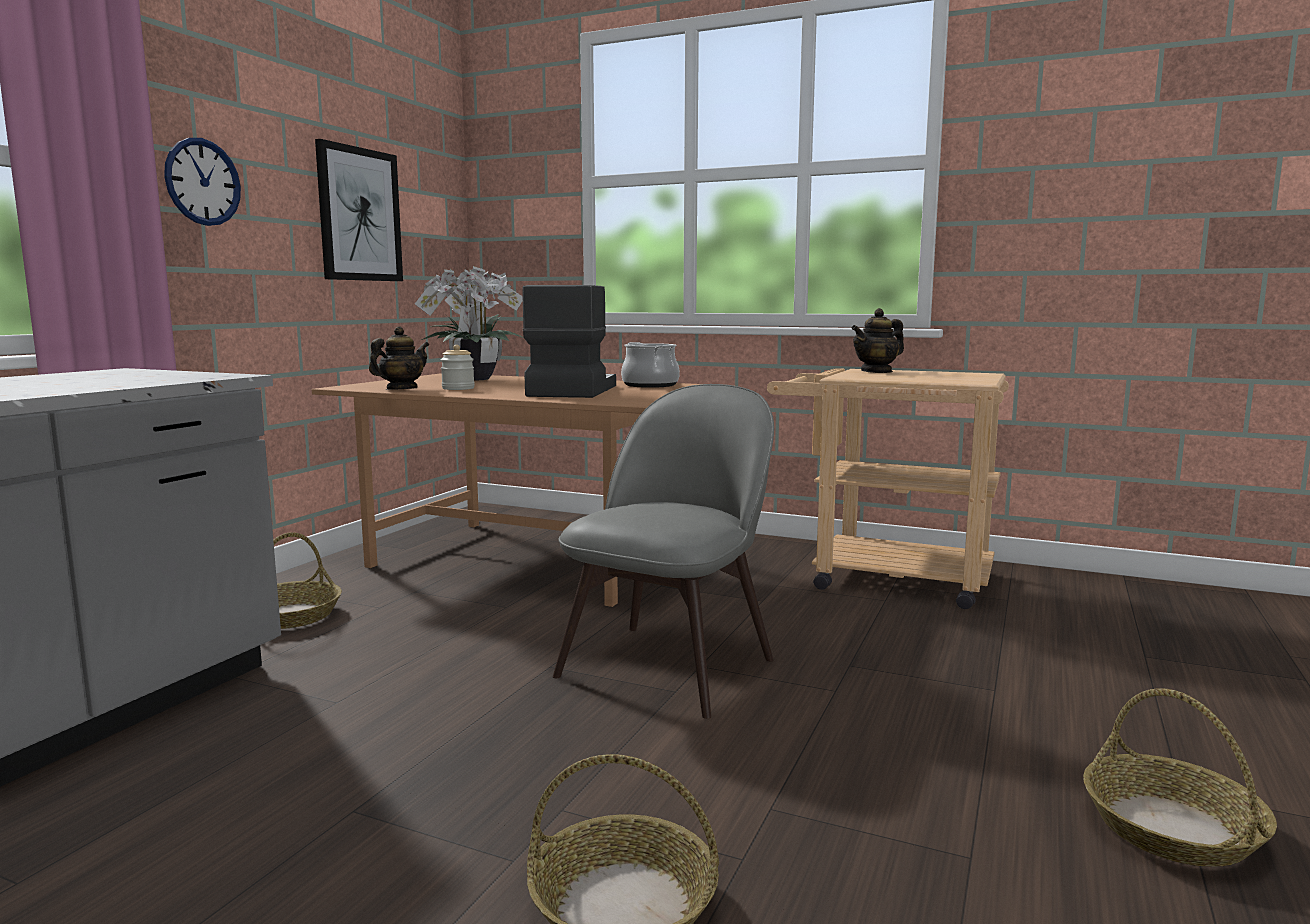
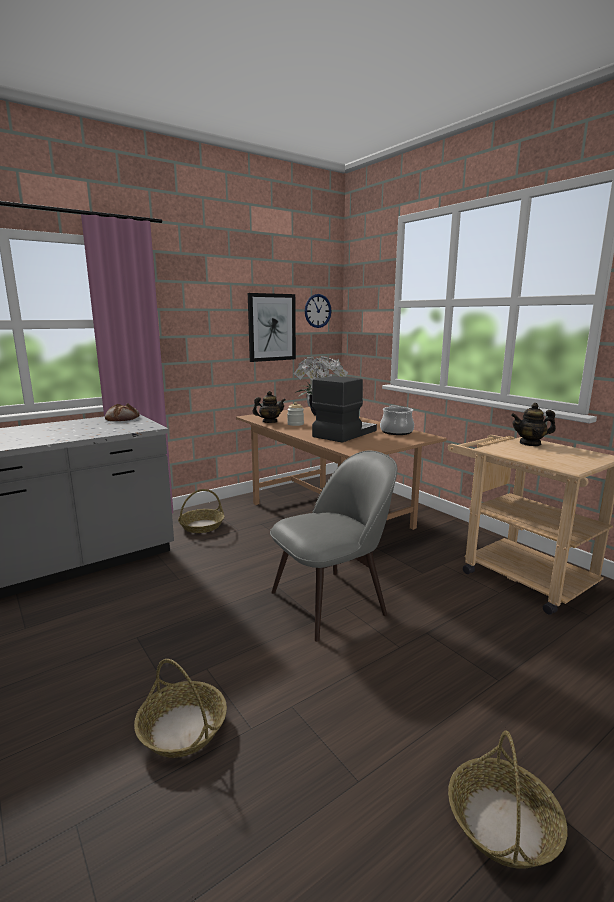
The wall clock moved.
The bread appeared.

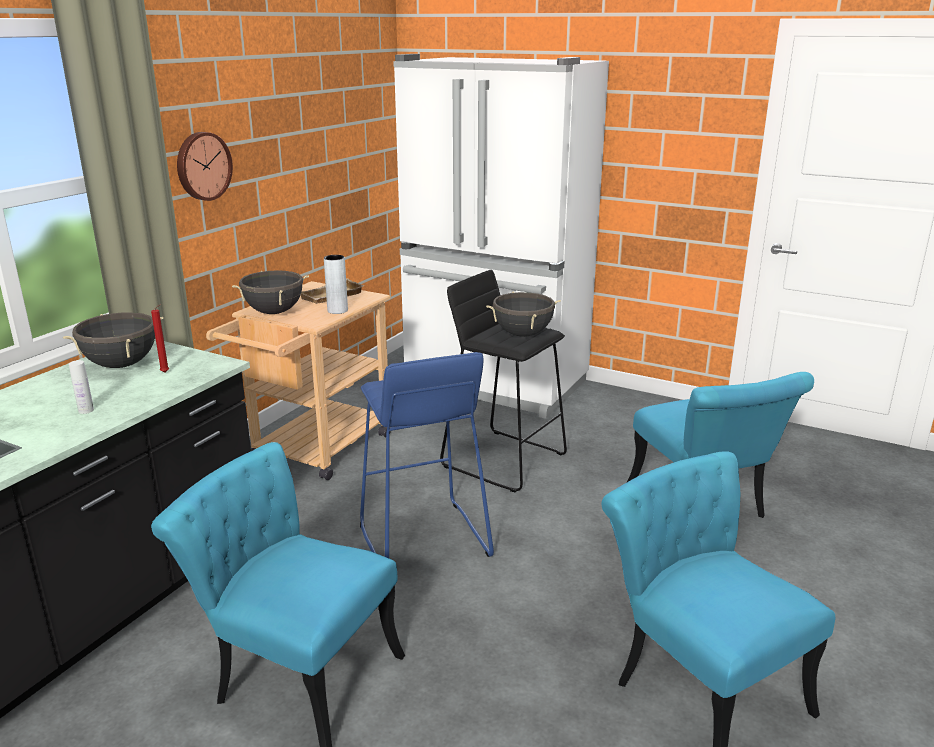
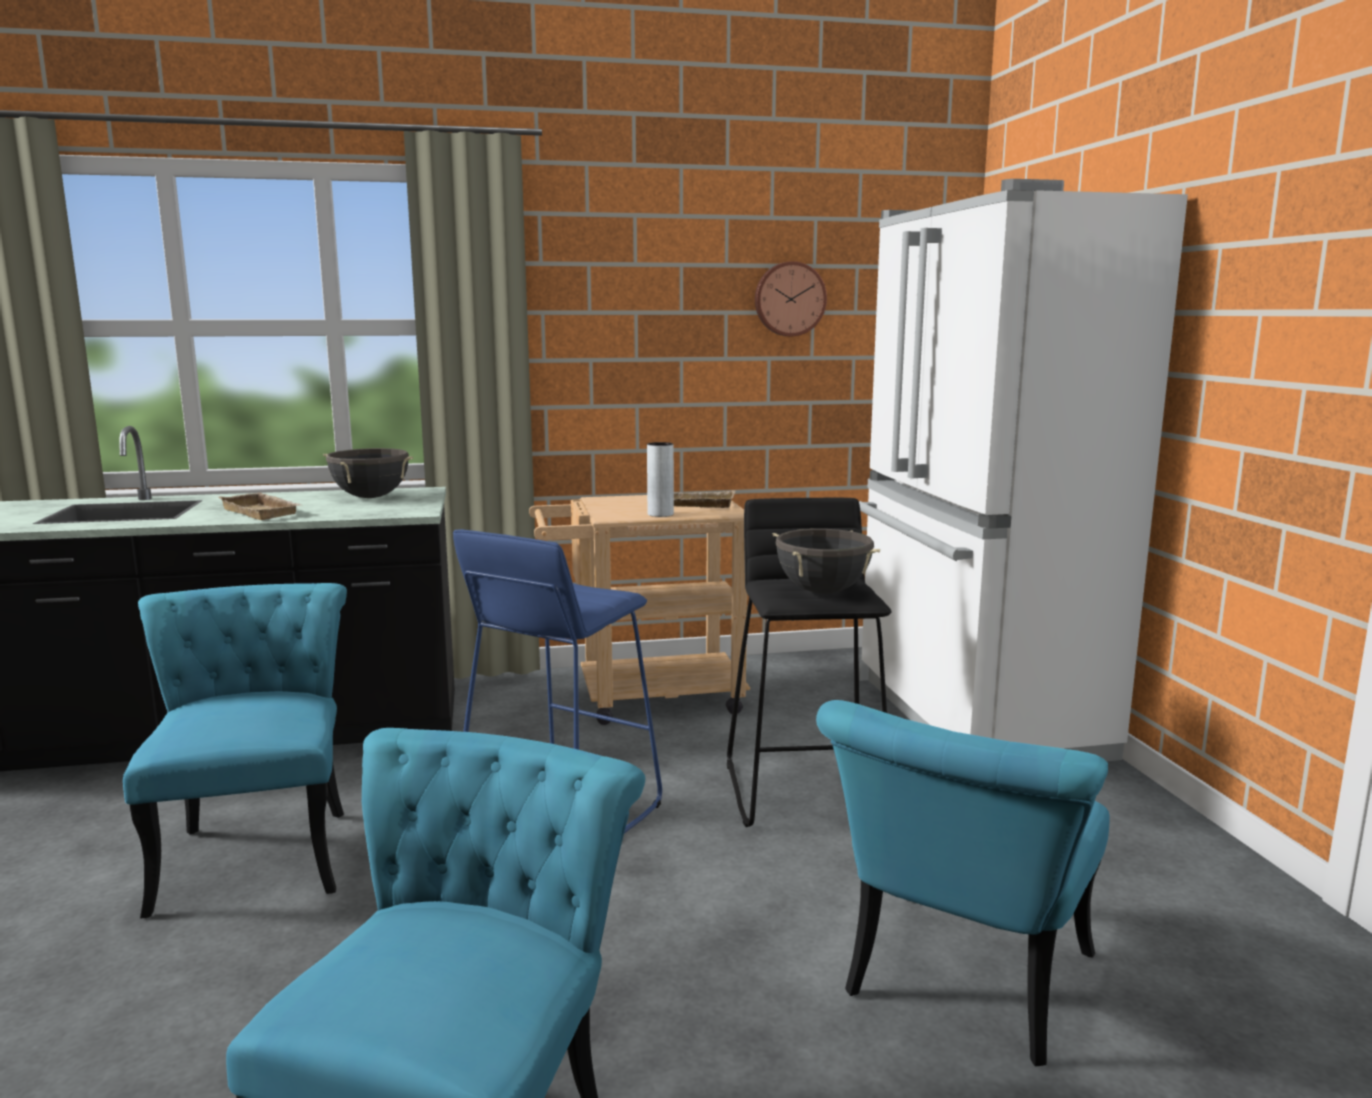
The wall clock moved.
The black cooking pot (2nd from left) disappeared.
The red candle disappeared.
The white bottle was replaced by the beige tray (1st from left).

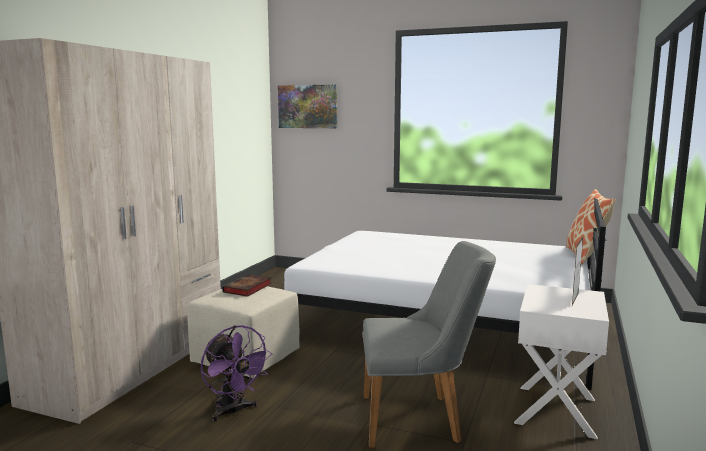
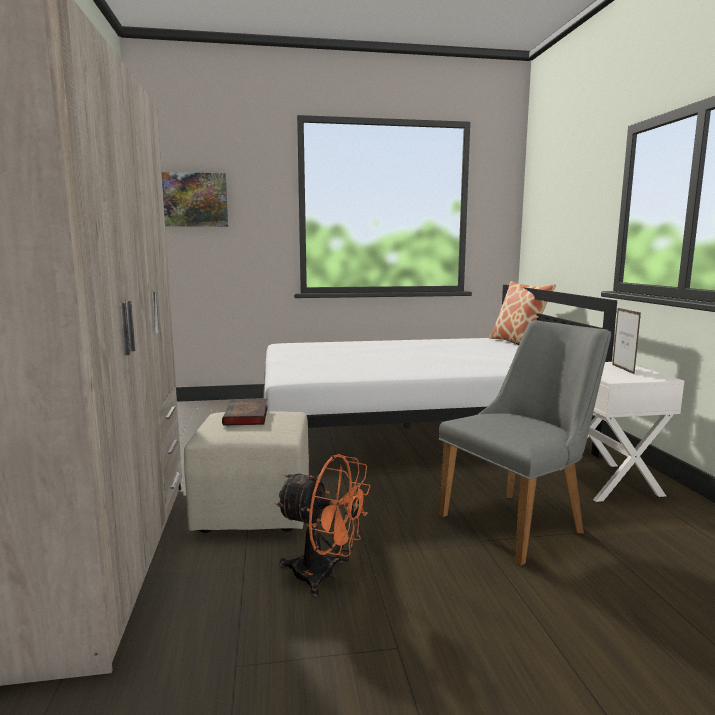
The purple fan became the orange fan.

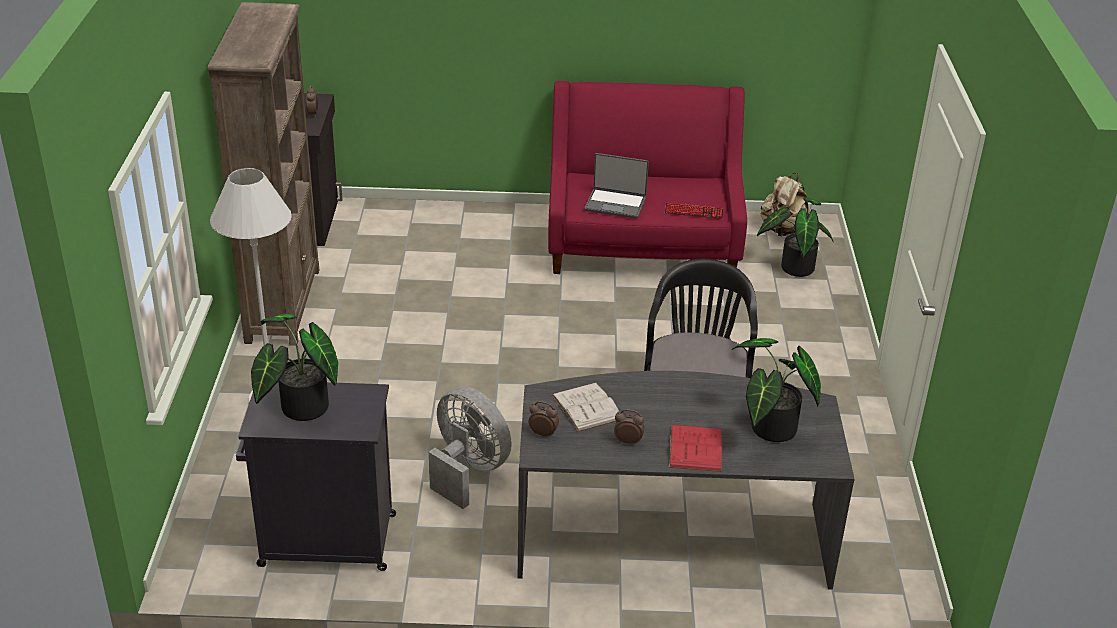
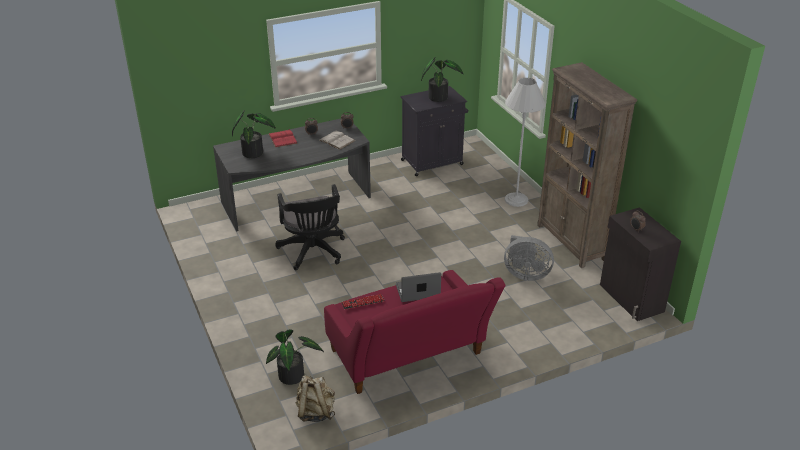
The grey fan moved.

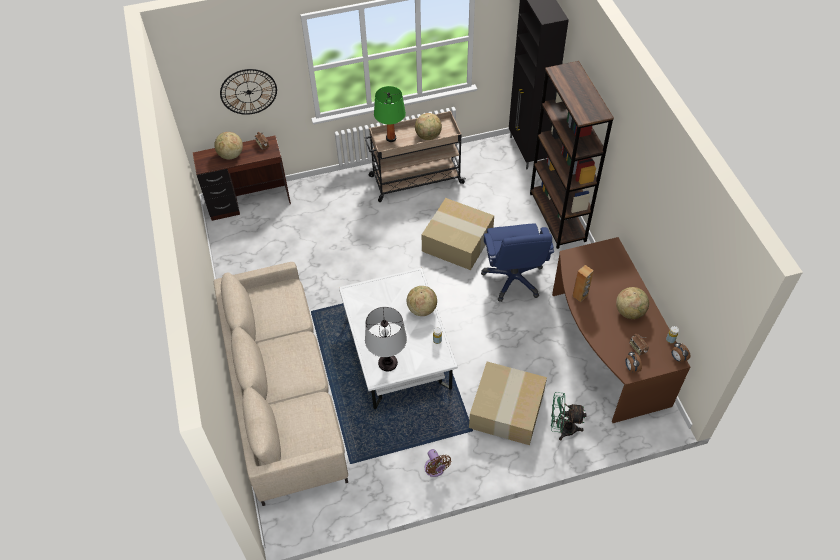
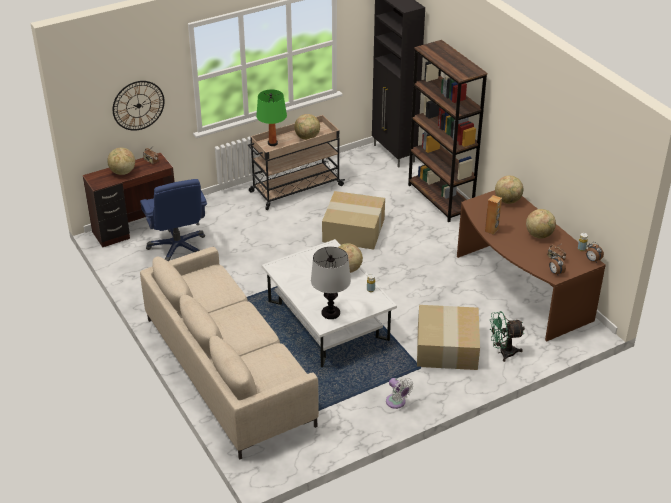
The blue office chair moved.
The brown fan became the white fan.
The globe (4th from left) appeared.

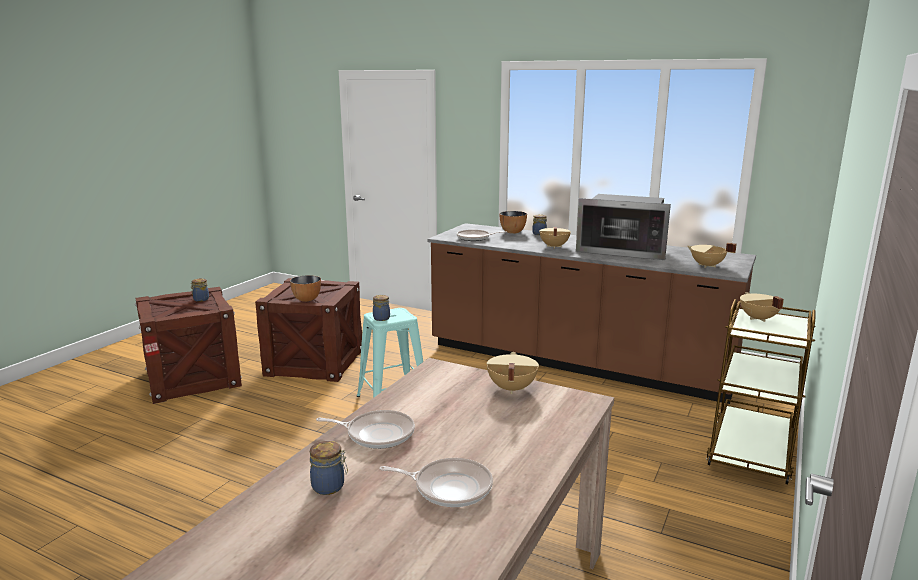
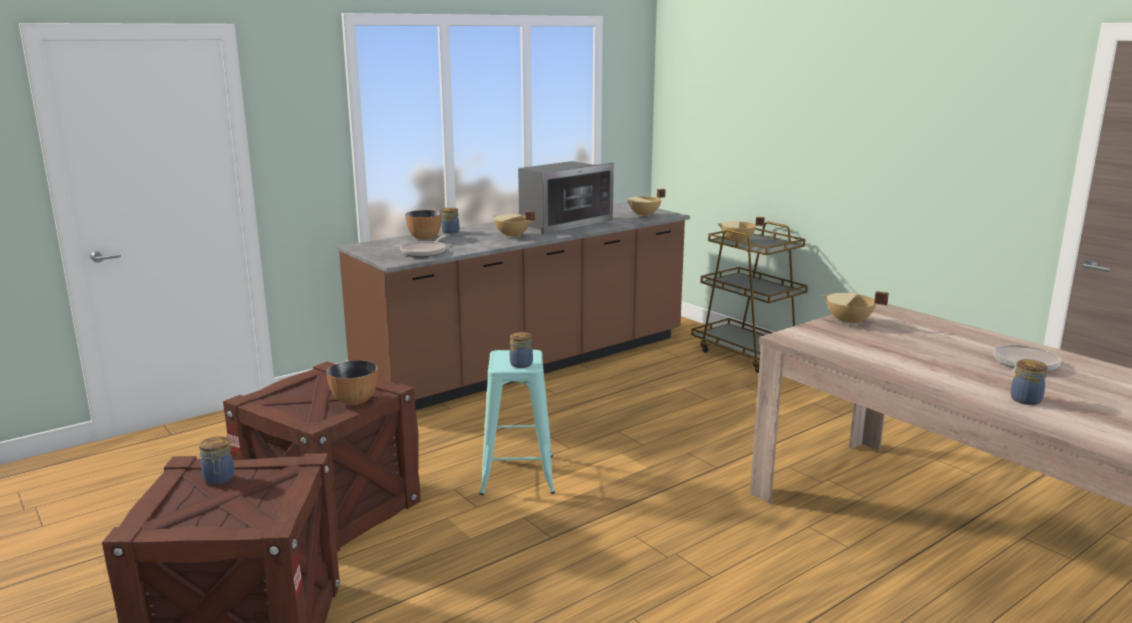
The frying pan (1st from left) disappeared.

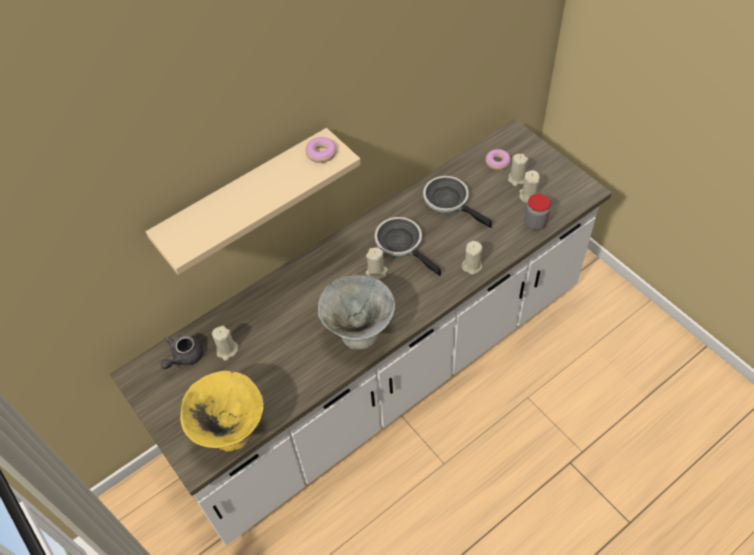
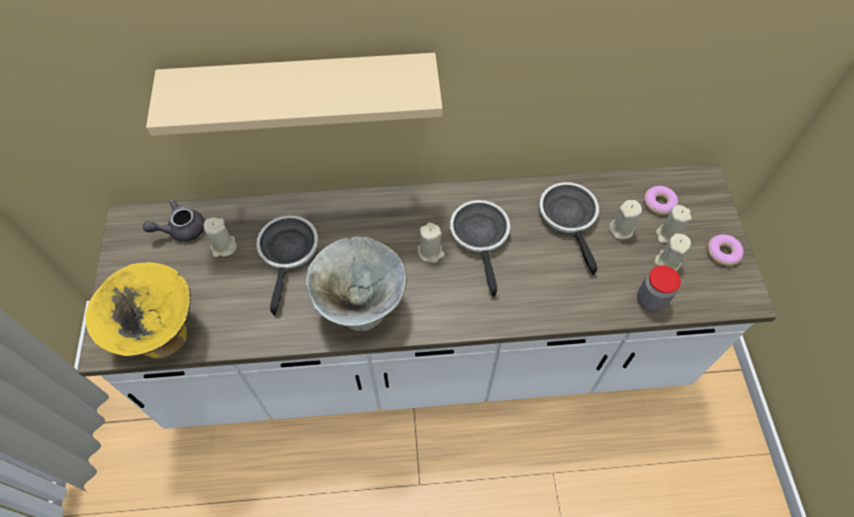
The donut (1st from left in the first image) moved.
The beige candle (3rd from left) moved.
The frying pan (1st from left) appeared.

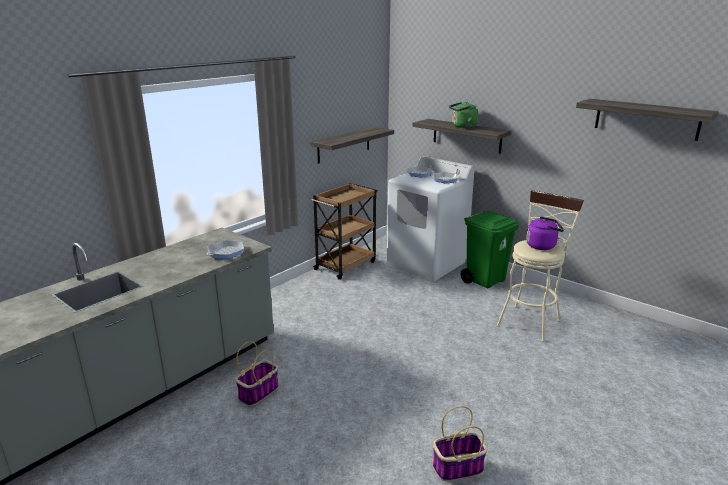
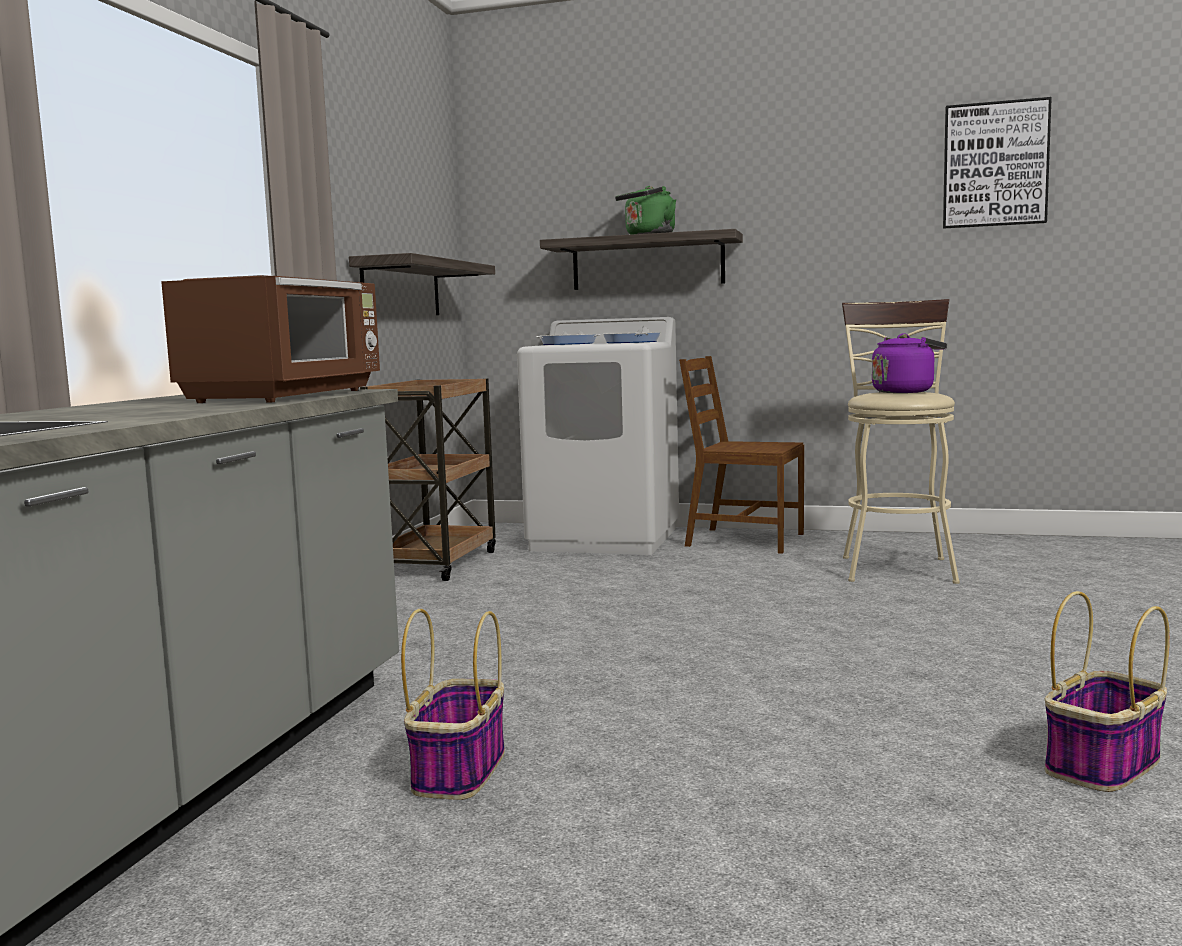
The shelf (3rd from left) was replaced by the picture.
The green trash can was replaced by the brown chair.
The frying pan (1st from left) was replaced by the brown microwave.

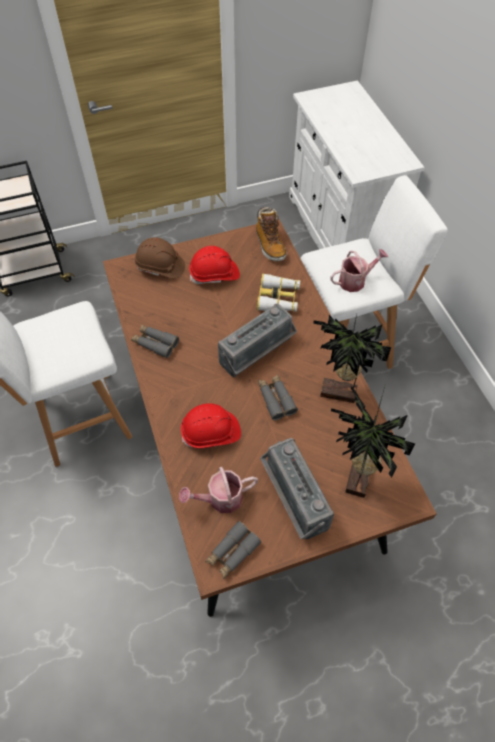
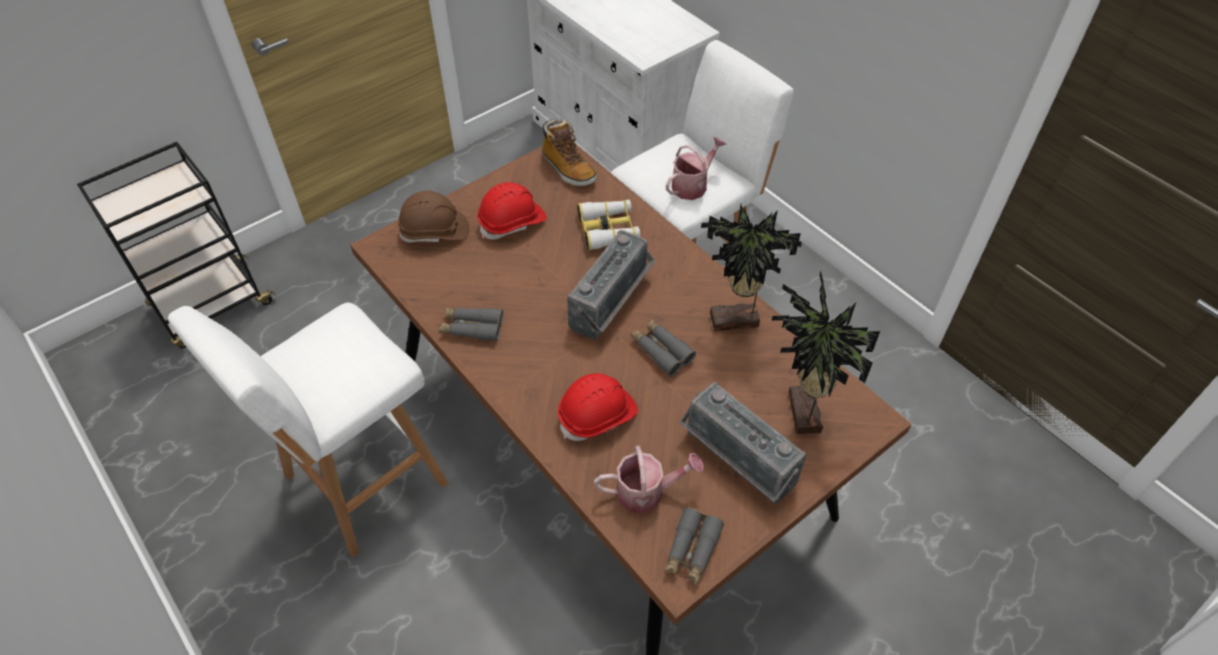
The watering can (1st from left) turned 150 degrees counterclockwise.

